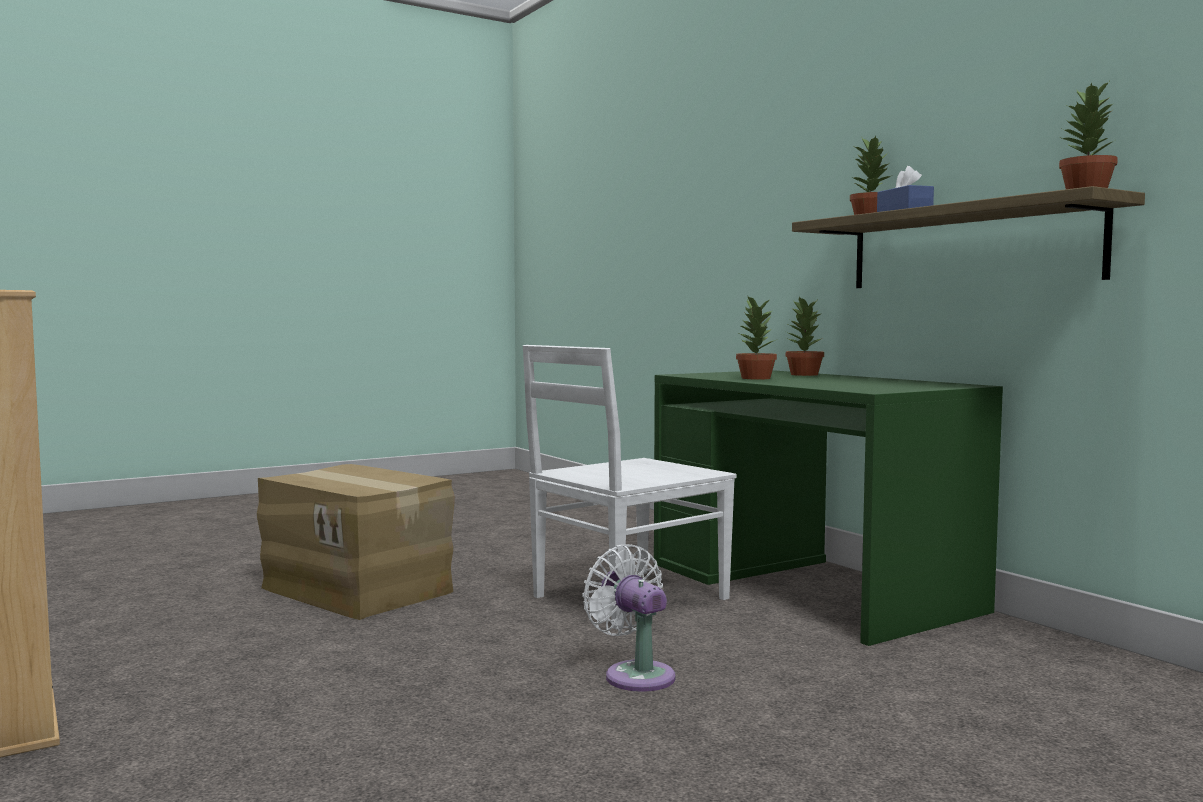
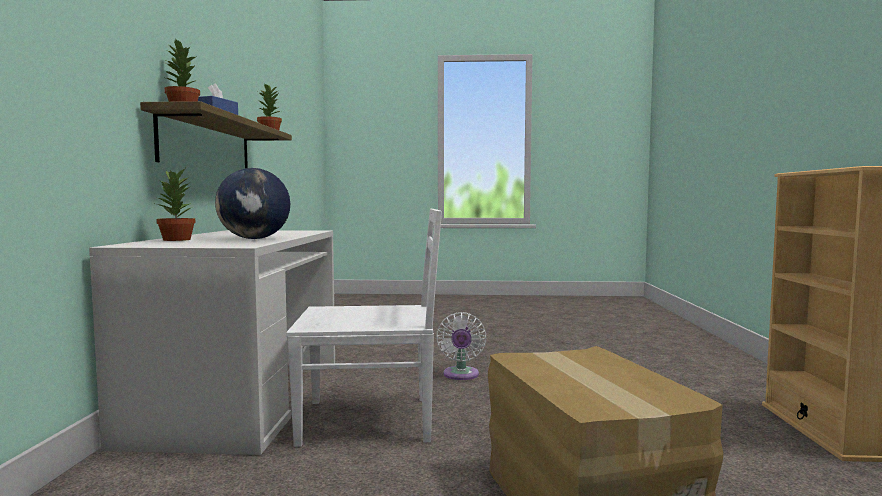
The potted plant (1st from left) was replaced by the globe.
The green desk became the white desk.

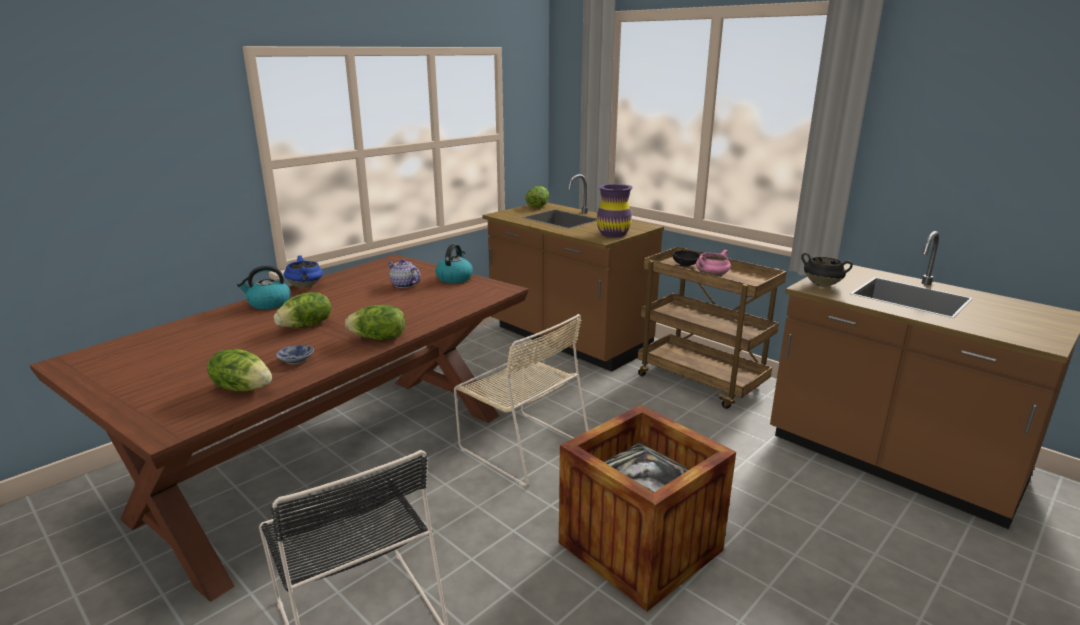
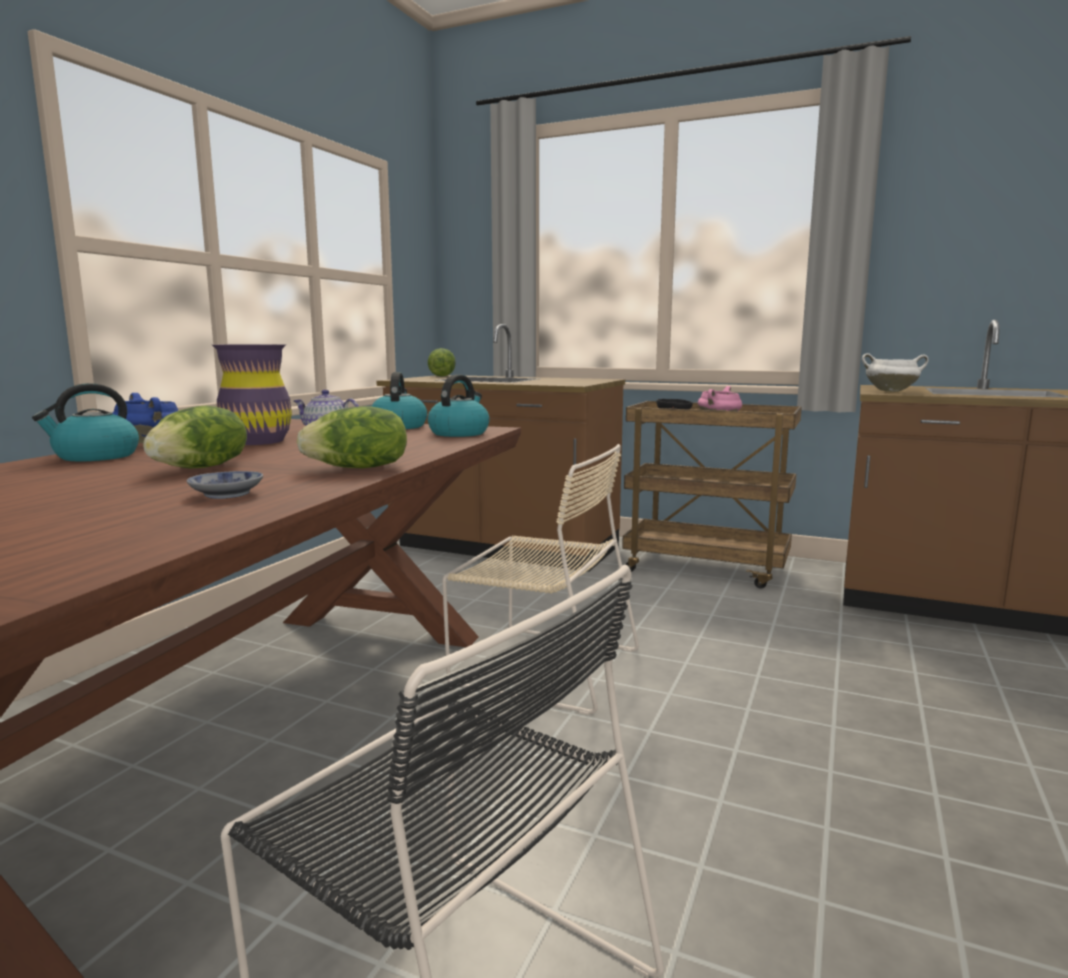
The purple vase moved.
The black cooking pot became the white cooking pot.
The lettuce (1st from left) disappeared.
The crate disappeared.
The kettle (3rd from left) appeared.

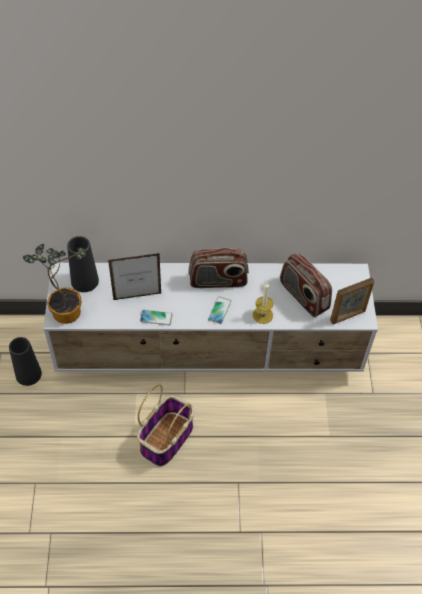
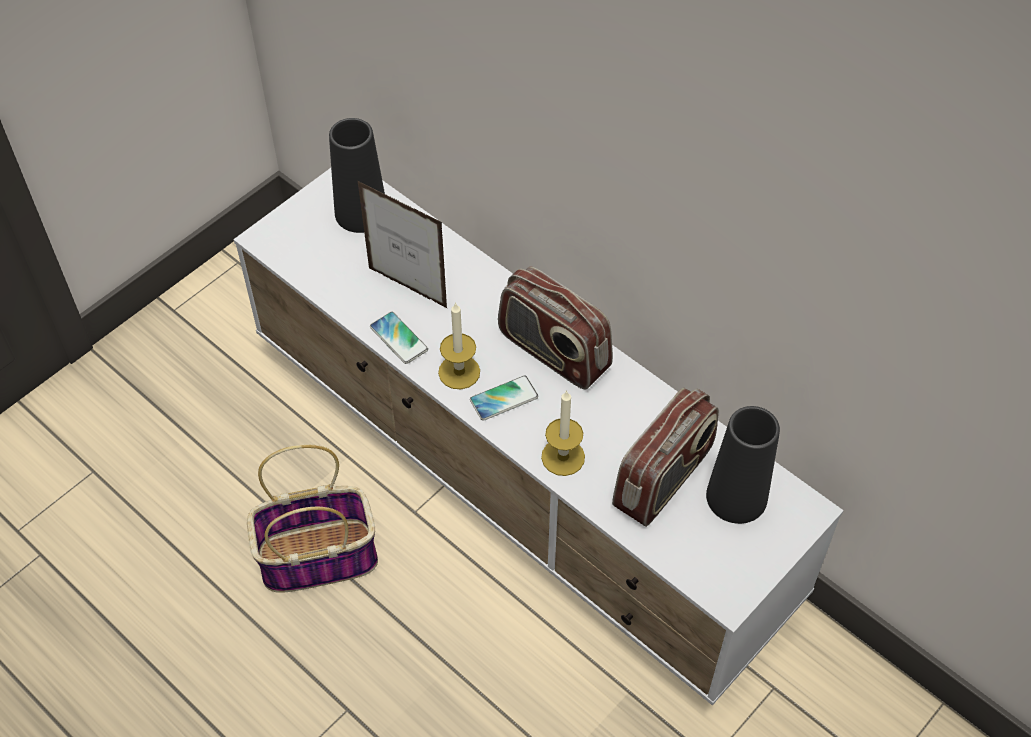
The potted plant disappeared.
The radio (2nd from left) turned 150 degrees counterclockwise.
The picture frame (2nd from left) disappeared.
The black vase (1st from left in the first image) moved.
The candle (1st from left) appeared.

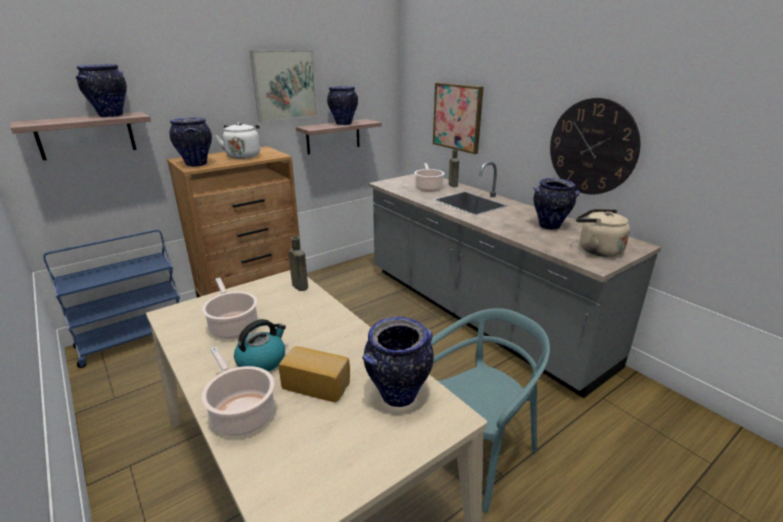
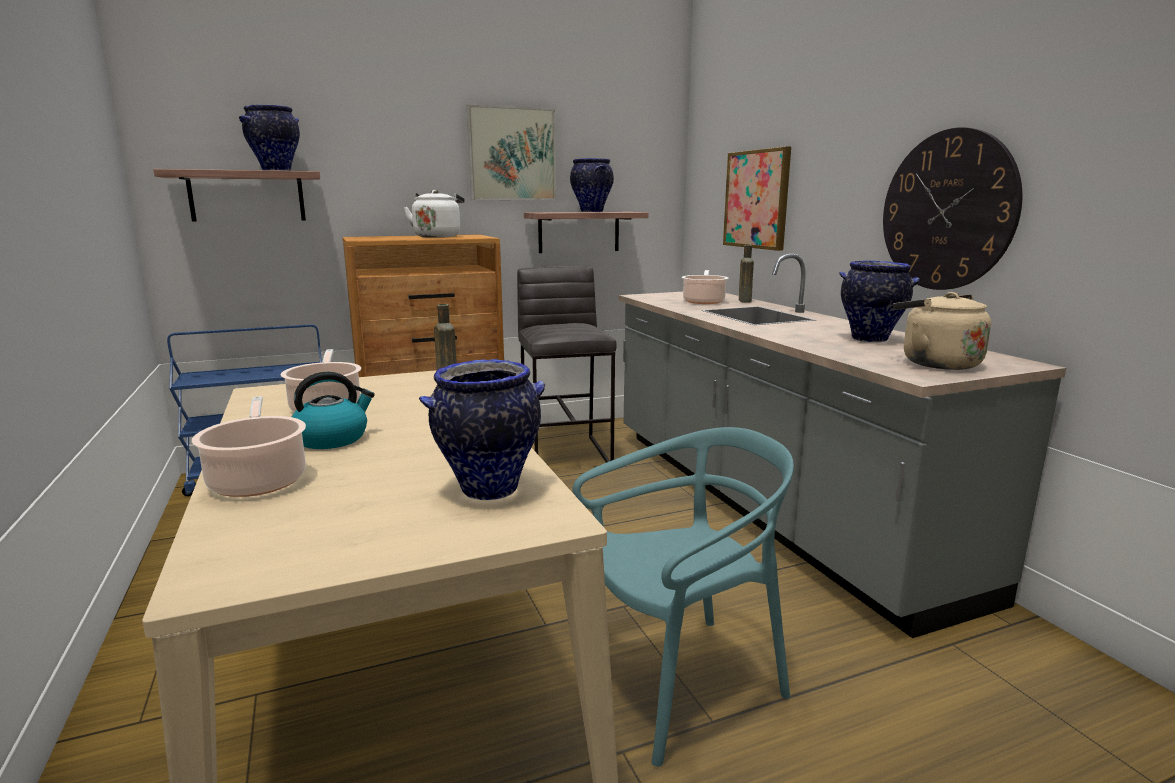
The vase (2nd from left) disappeared.
The bread disappeared.
The grey stool appeared.

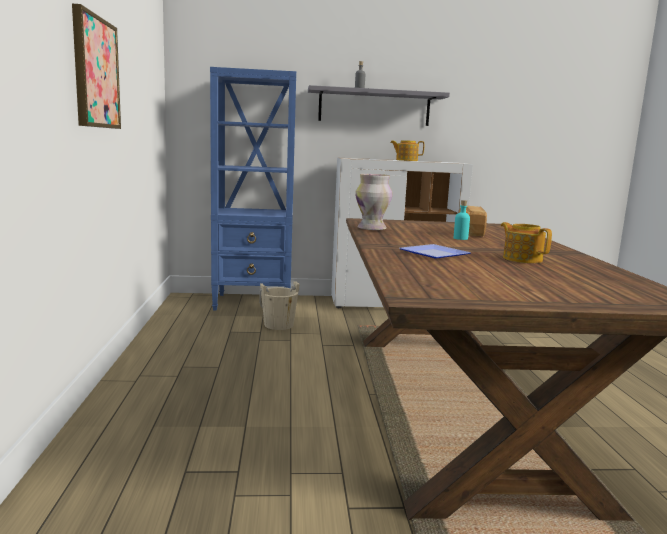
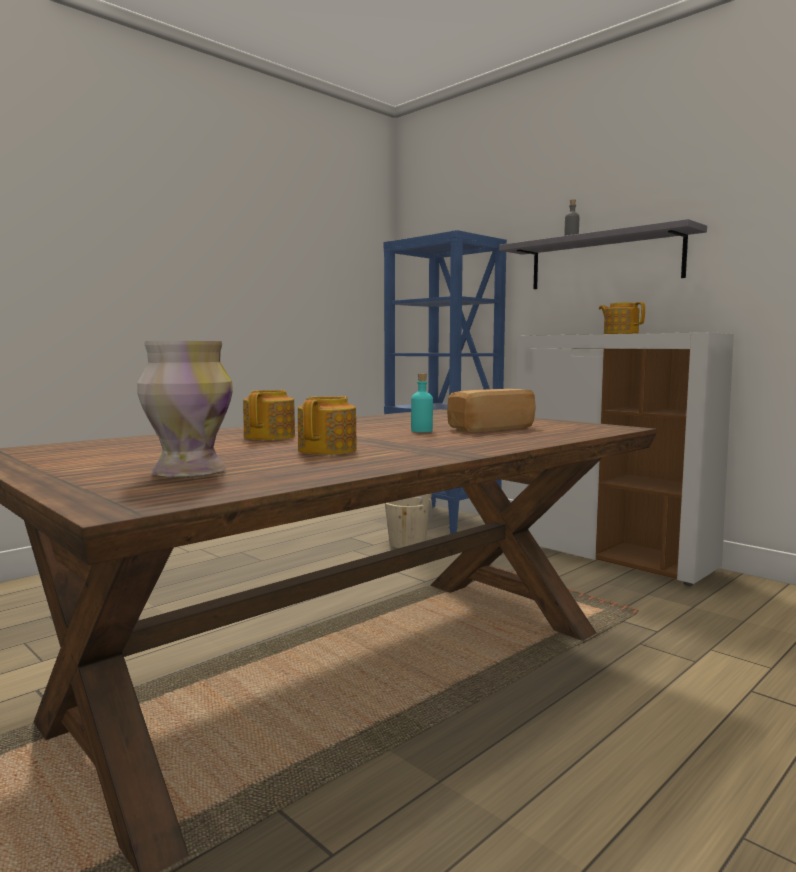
The picture disappeared.
The vase moved.
The plate was replaced by the teapot (1st from left).

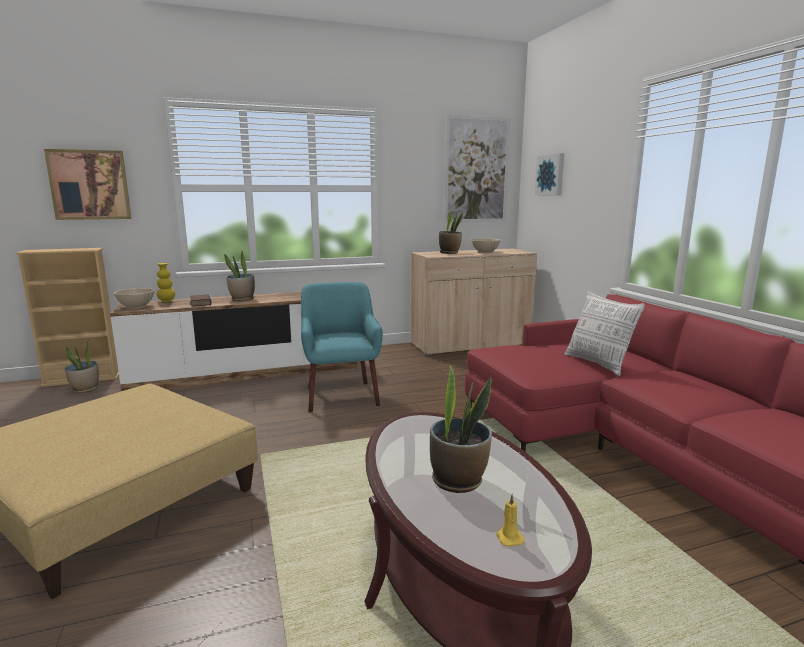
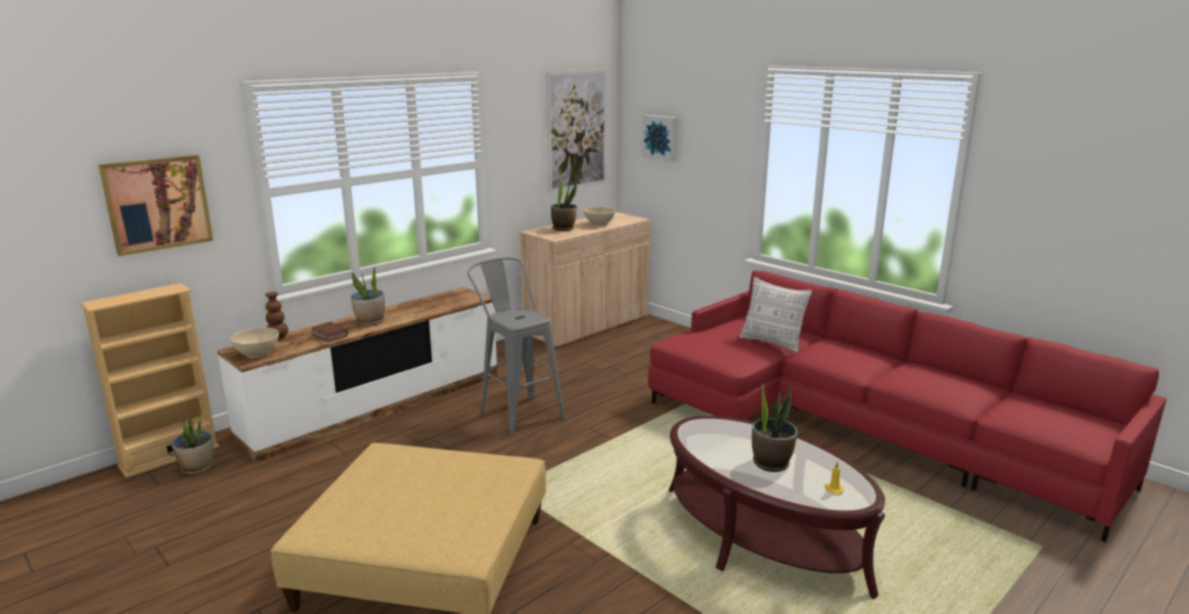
The yellow vase became the brown vase.
The turquoise armchair was replaced by the grey stool.

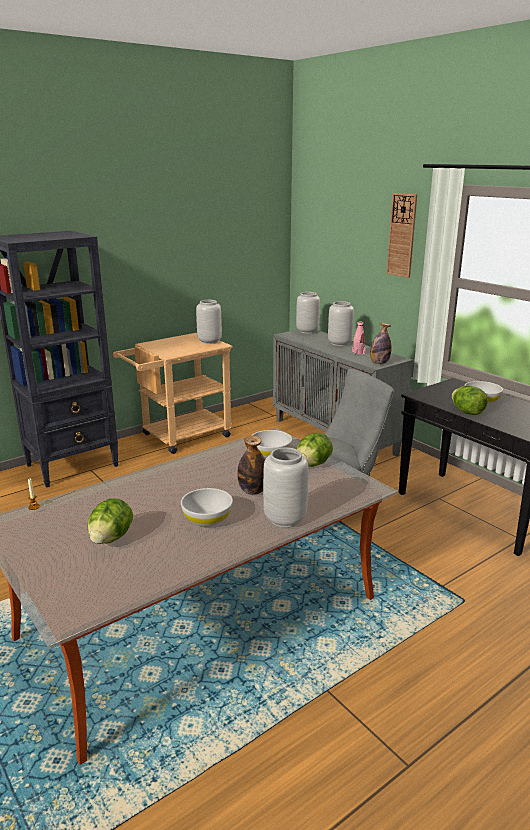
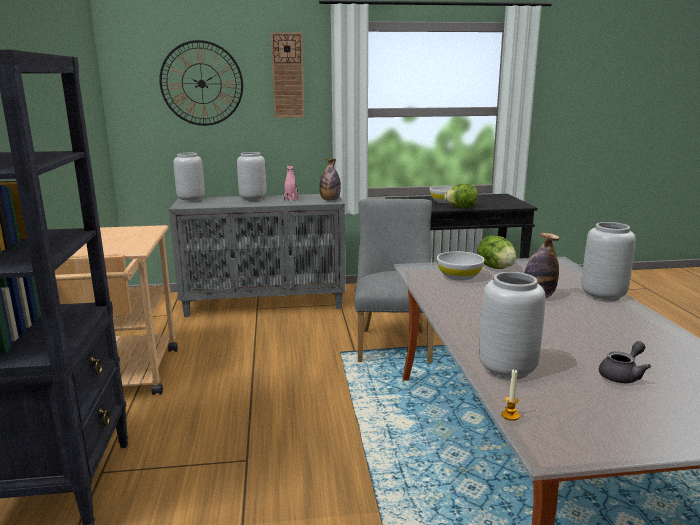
The grey vase (1st from left in the first image) moved.
The white bowl (1st from left) disappeared.
The lettuce (1st from left) was replaced by the grey teapot.
The wall clock (1st from left) appeared.

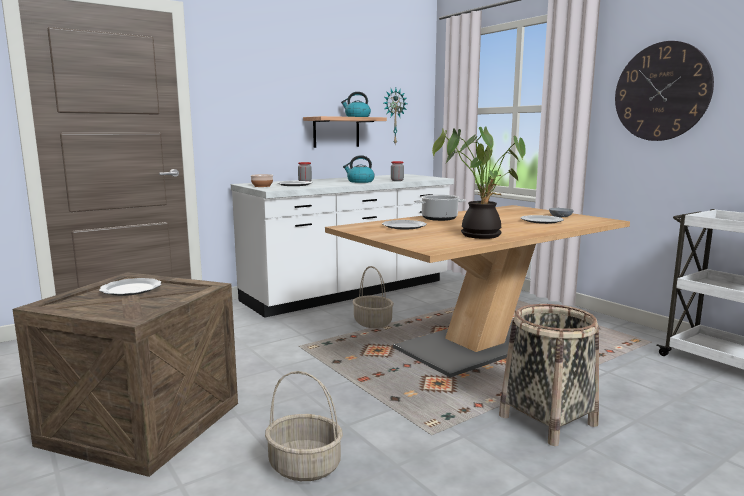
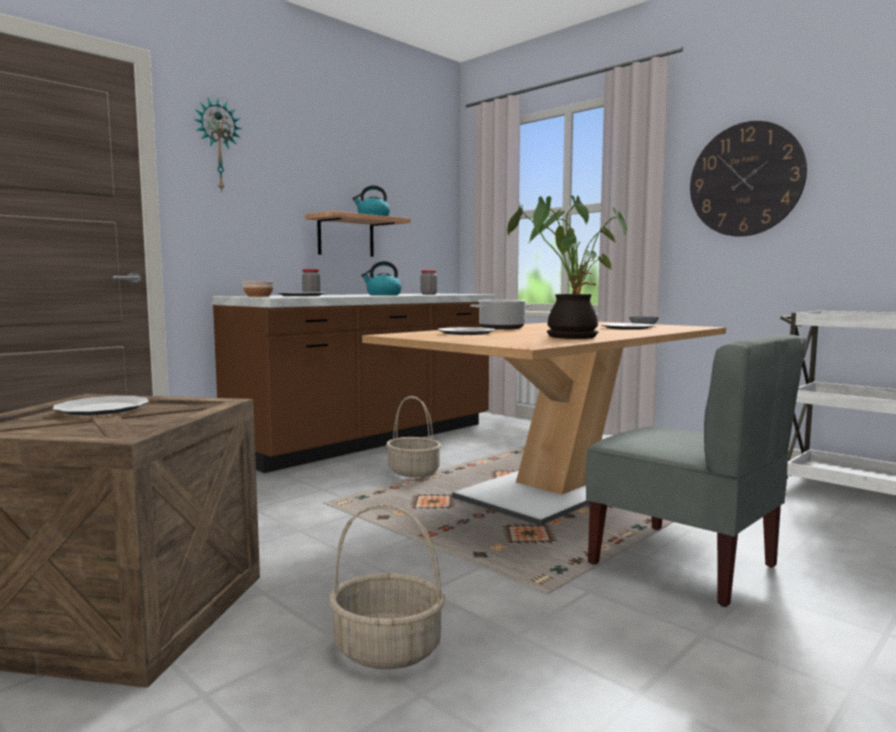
The wall clock (1st from left) moved.
The white counter became the brown counter.
The basket (3rd from left) was replaced by the grey chair.

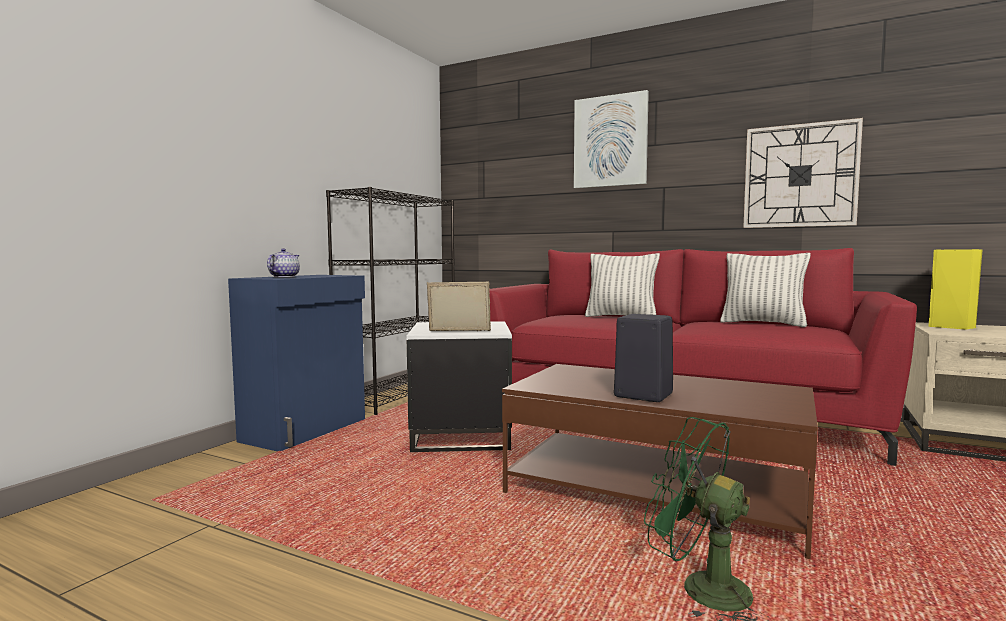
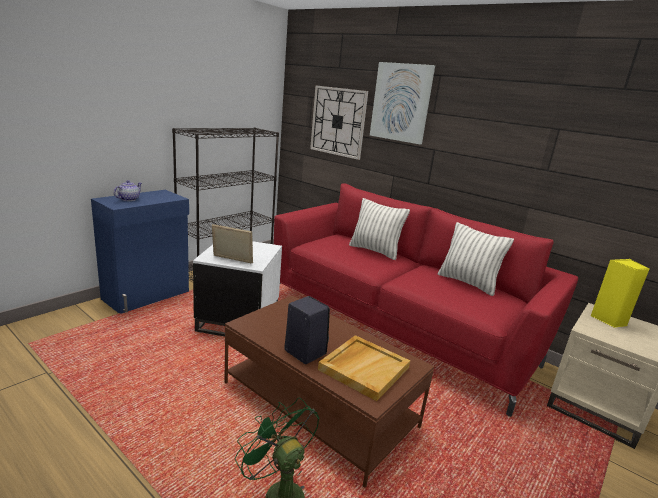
The wall clock moved.
The beige tray appeared.

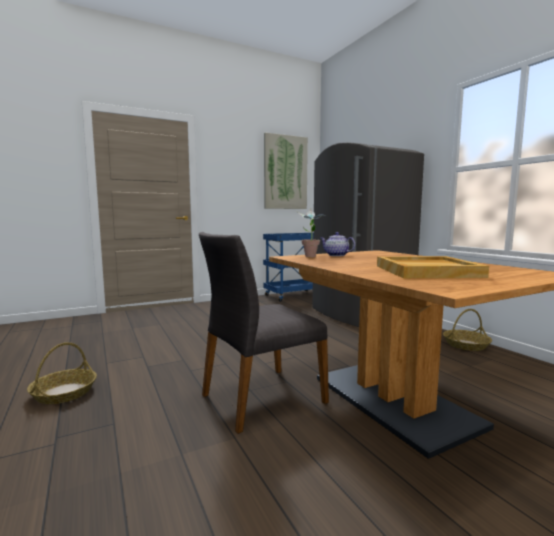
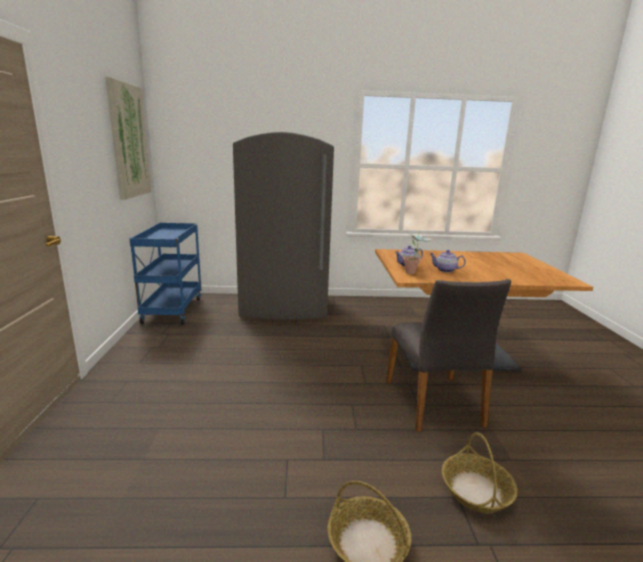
The beige tray disappeared.
The basket (2nd from left) moved.
The teapot (2nd from left) appeared.

